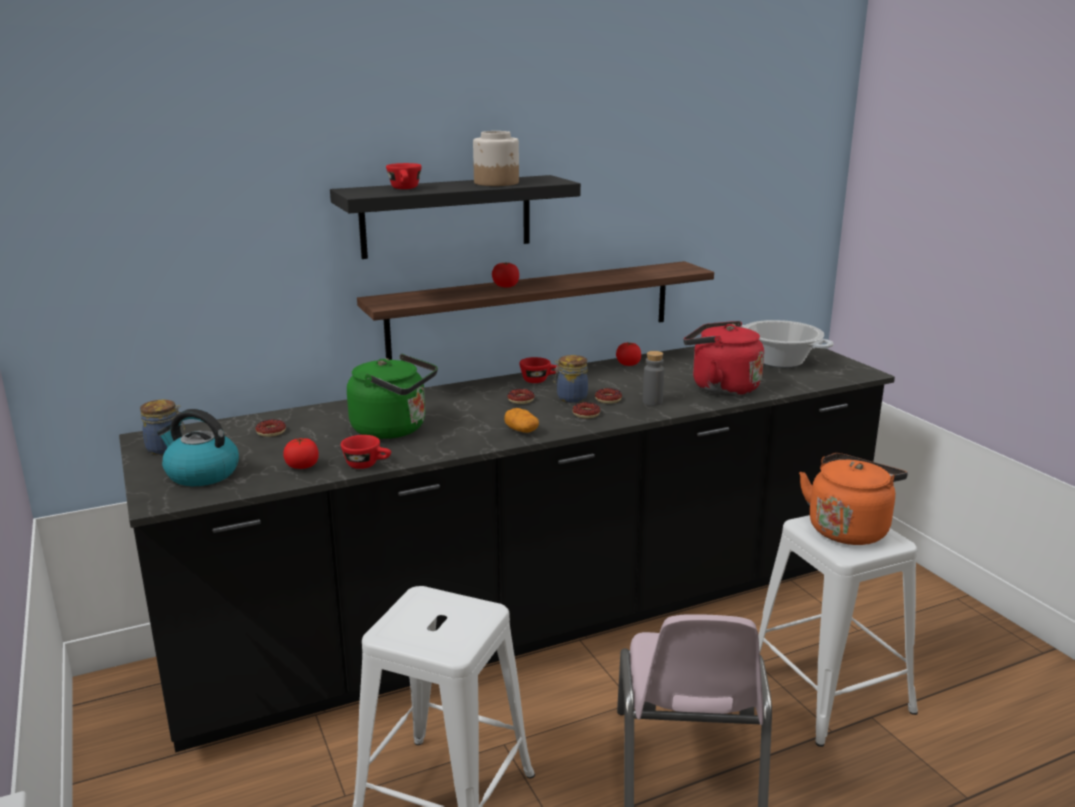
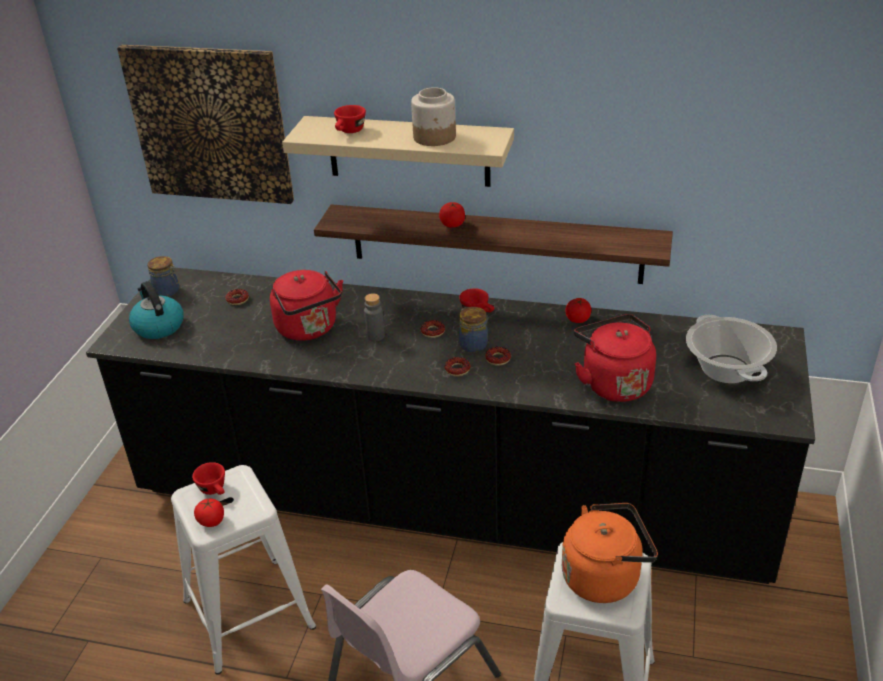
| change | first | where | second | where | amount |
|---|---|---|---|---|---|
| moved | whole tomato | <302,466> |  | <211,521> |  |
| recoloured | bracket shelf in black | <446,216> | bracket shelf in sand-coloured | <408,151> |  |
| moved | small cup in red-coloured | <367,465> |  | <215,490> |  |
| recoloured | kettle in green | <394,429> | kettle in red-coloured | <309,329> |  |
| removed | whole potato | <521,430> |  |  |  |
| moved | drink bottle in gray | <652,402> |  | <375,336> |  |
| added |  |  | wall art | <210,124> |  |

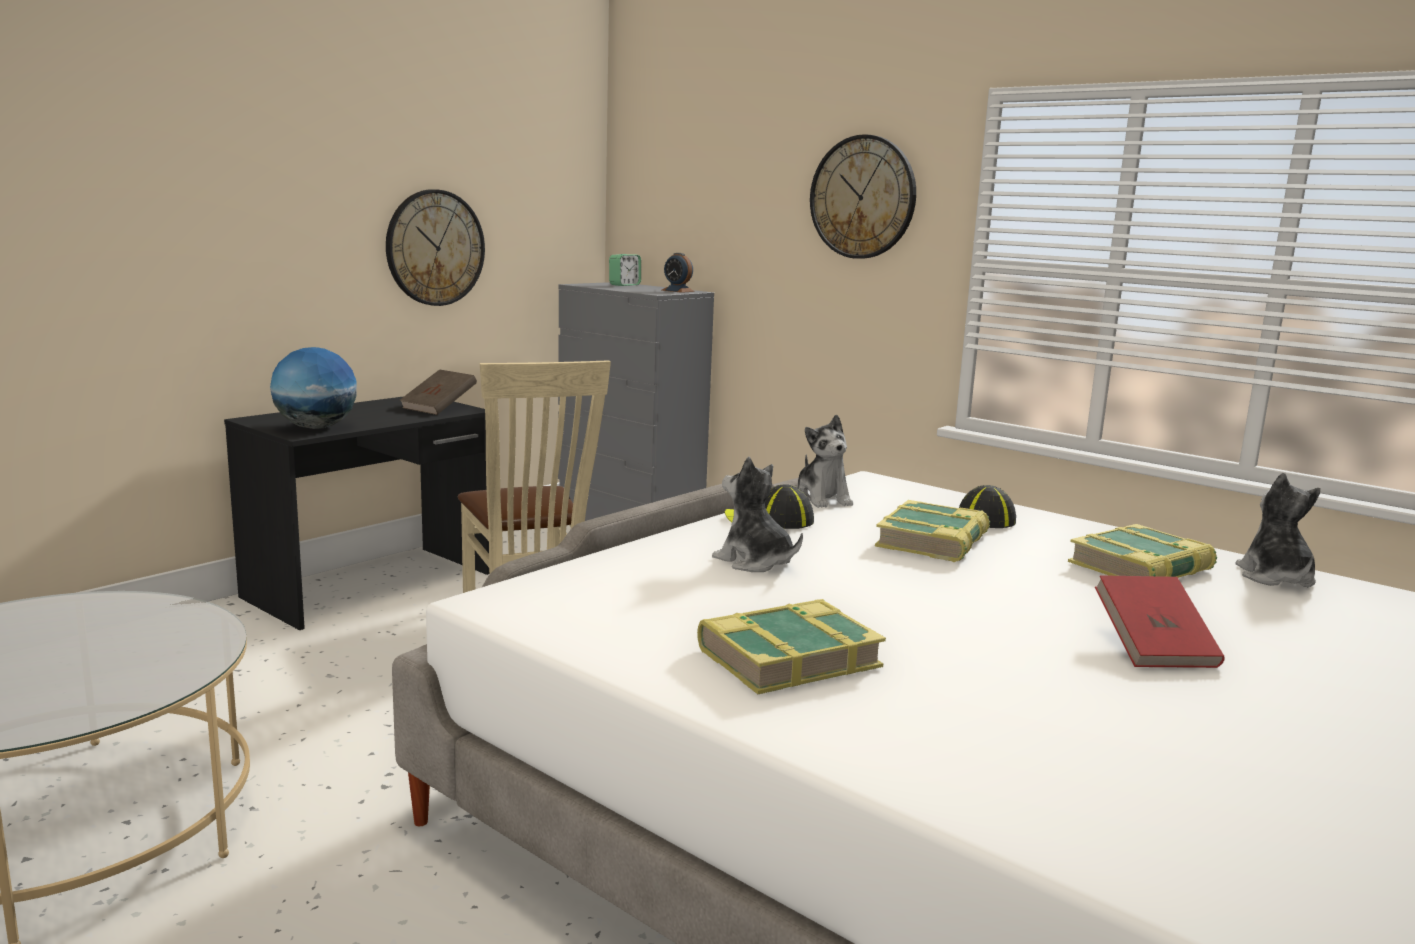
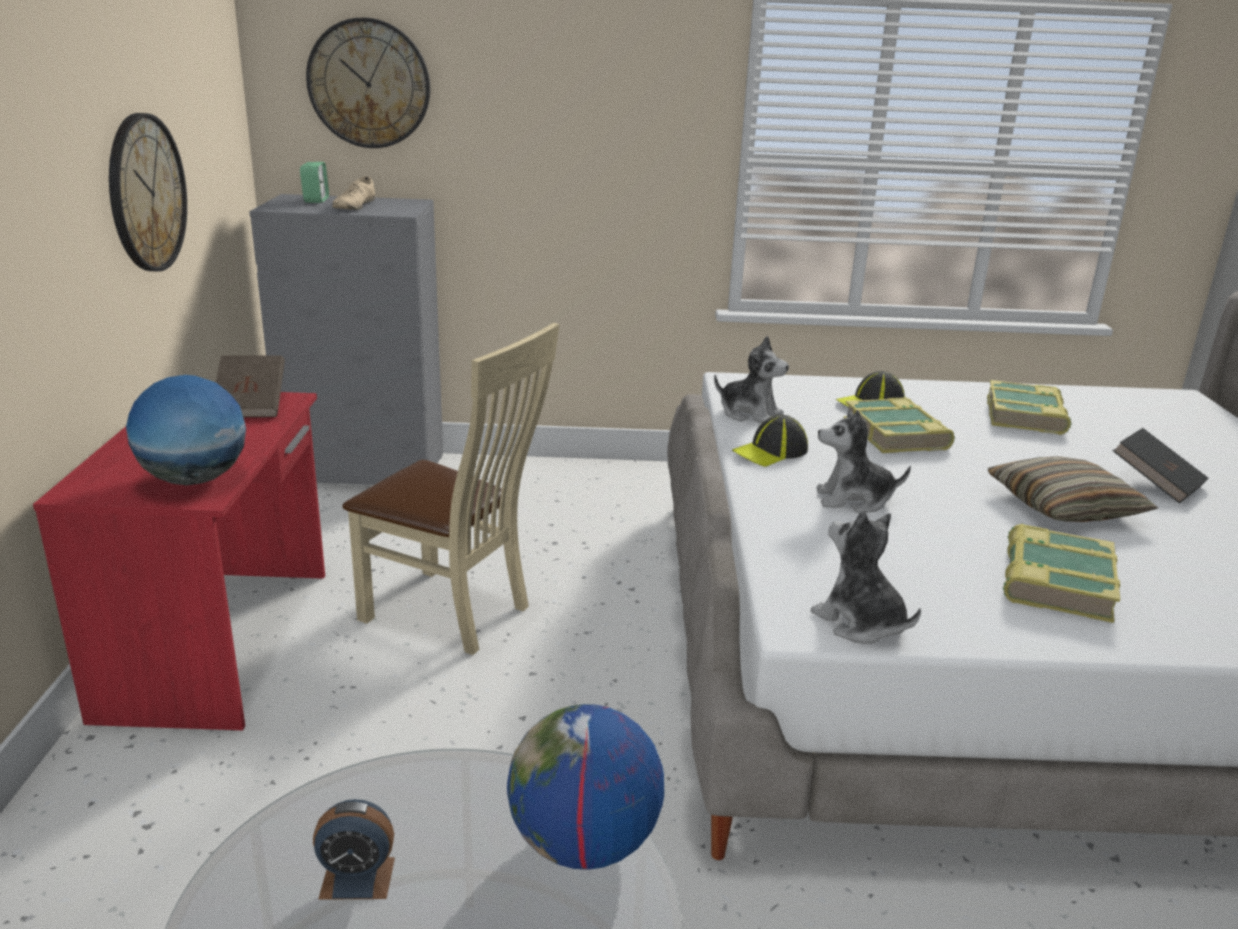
| change | first | where | second | where | amount |
|---|---|---|---|---|---|
| recoloured | desk unit in black | <372,585> | desk unit in red-coloured | <223,640> |  |
| moved | bedside clock | <678,291> |  | <357,878> |  |
| moved | wall clock | <863,197> |  | <369,84> |  |
| recoloured | volume in red-coloured | <1153,648> | volume in black | <1155,483> |  |
| moved | soft toy | <1275,578> |  | <860,623> |  |
| added |  |  | shoe in sand-coloured | <354,206> |  |
| added |  |  | world globe | <583,845> |  |
| added |  |  | cushion | <1064,506> |  |

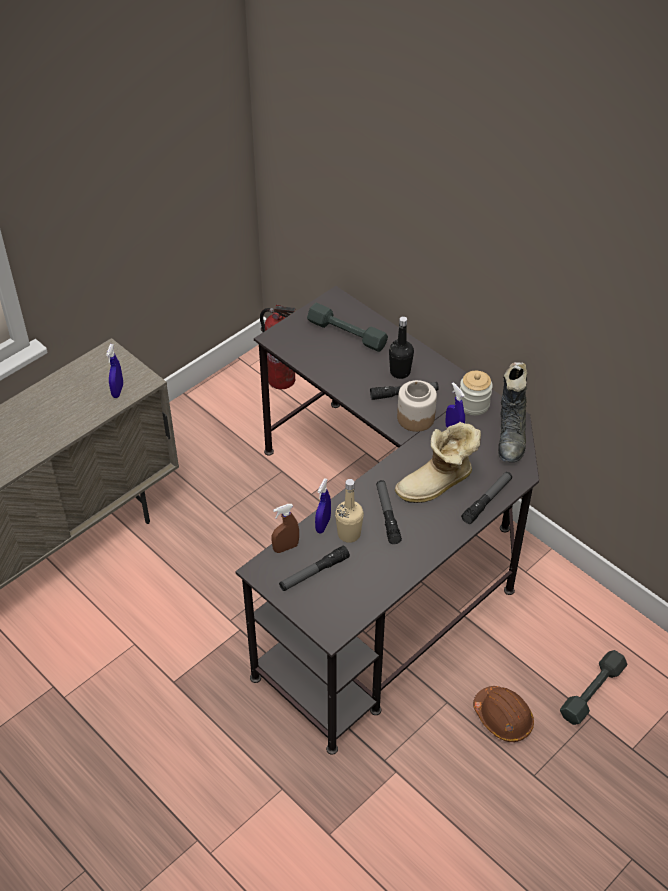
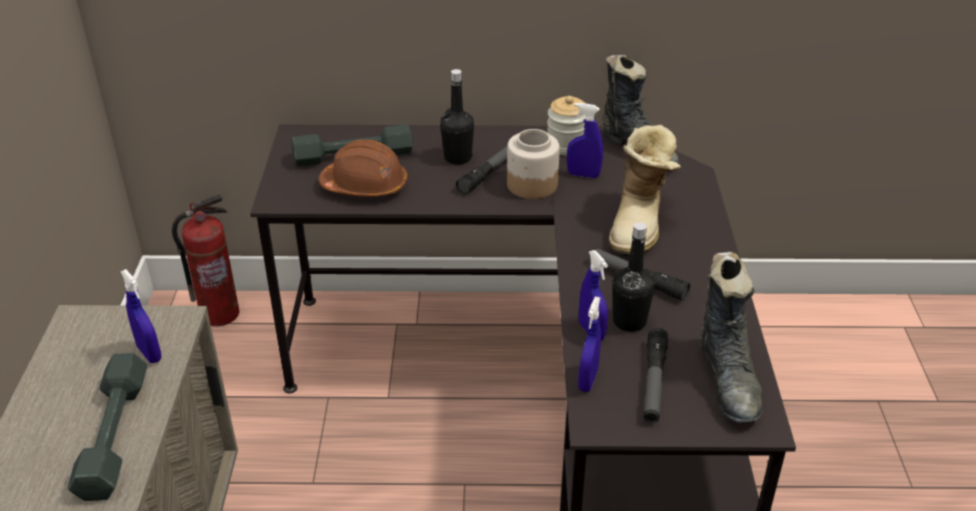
| change | first | where | second | where | amount |
|---|---|---|---|---|---|
| recoloured | hand sprayer in brownish | <285,547> | hand sprayer in bluish | <588,380> |  |
| recoloured | drink bottle in sand-coloured | <349,534> | drink bottle in black | <629,321> |  |
| removed | torch | <487,500> |  |  |  |
| moved | work helmet in brownish | <503,718> |  | <365,186> |  |
| moved | dumbbell in gray | <592,691> |  | <113,435> |  |
| added |  |  | tall boot in black | <728,380> |  |

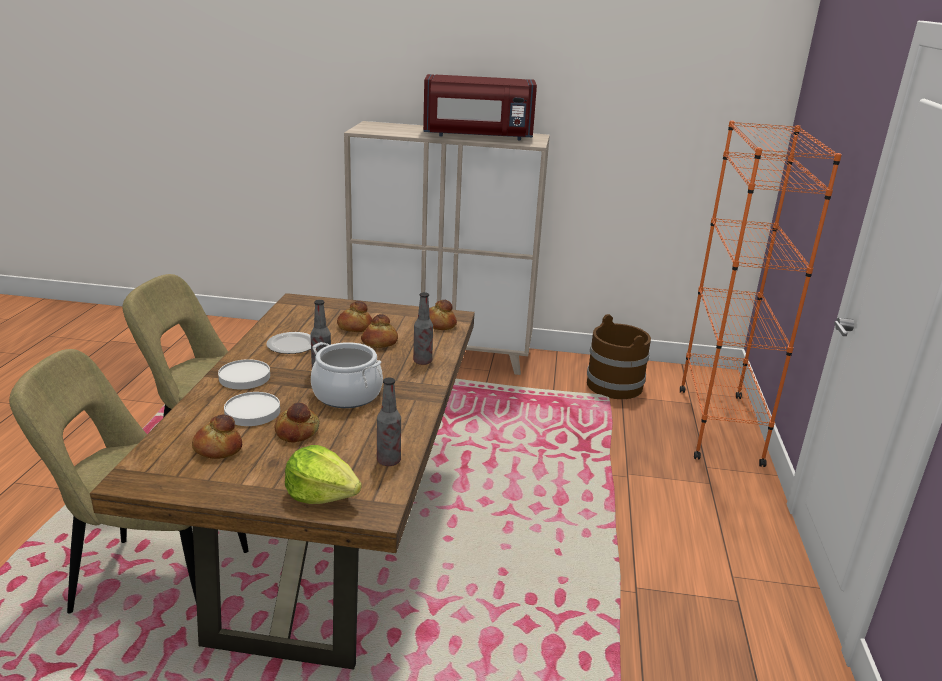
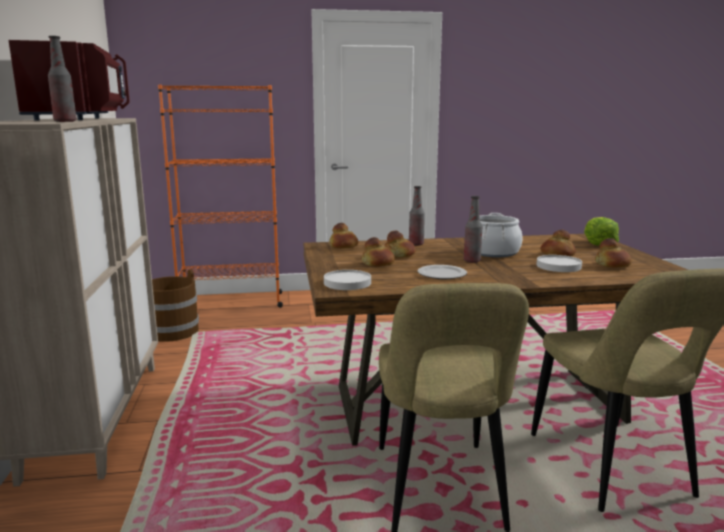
| change | first | where | second | where | amount |
|---|---|---|---|---|---|
| moved | plate in whitish | <244,377> |  | <347,283> |  |
| moved | drink bottle | <388,461> |  | <65,121> |  |

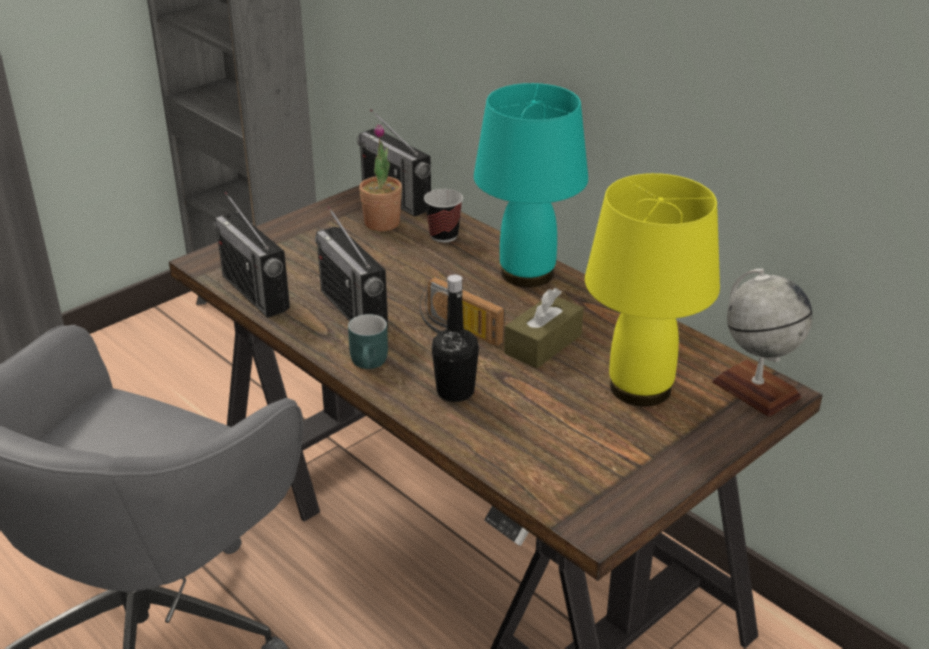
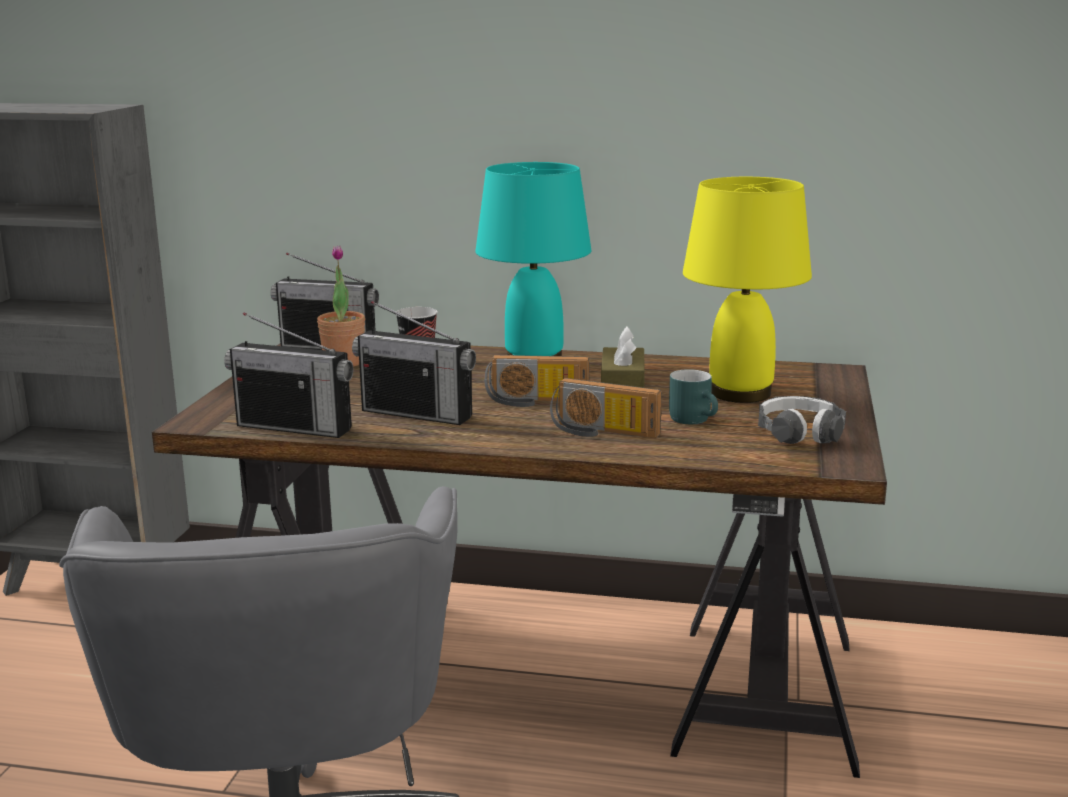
| change | first | where | second | where | amount |
|---|---|---|---|---|---|
| moved | tea mug in turquoise-coloured | <371,363> |  | <696,420> |  |
| replaced | drink bottle in black | <455,391> | radio receiver | <601,432> |  |
| removed | world globe | <755,389> |  |  |  |
| added |  |  | pair of headphones | <800,432> |  |

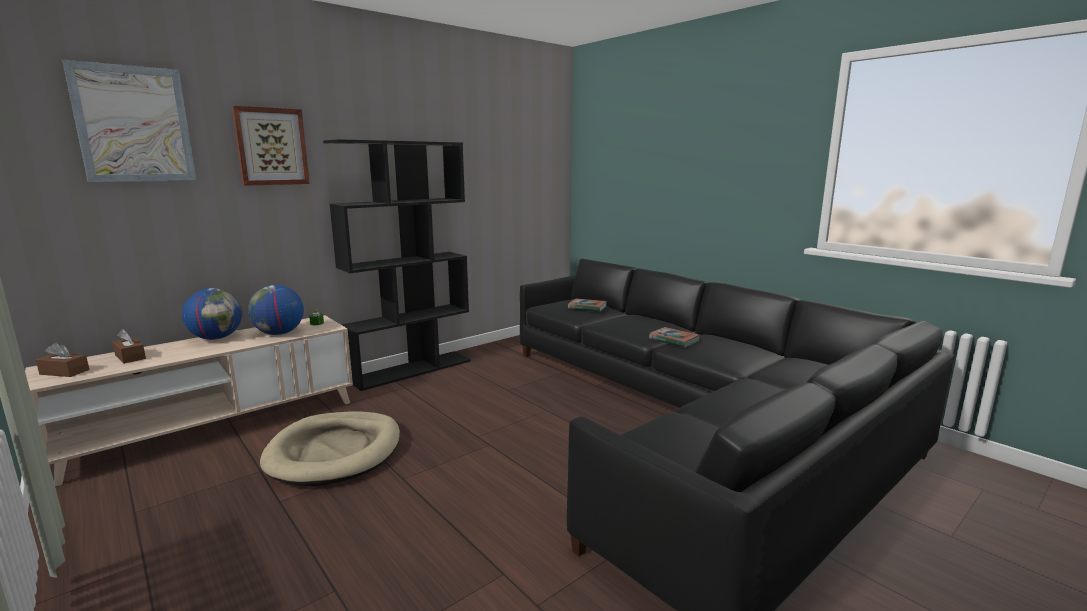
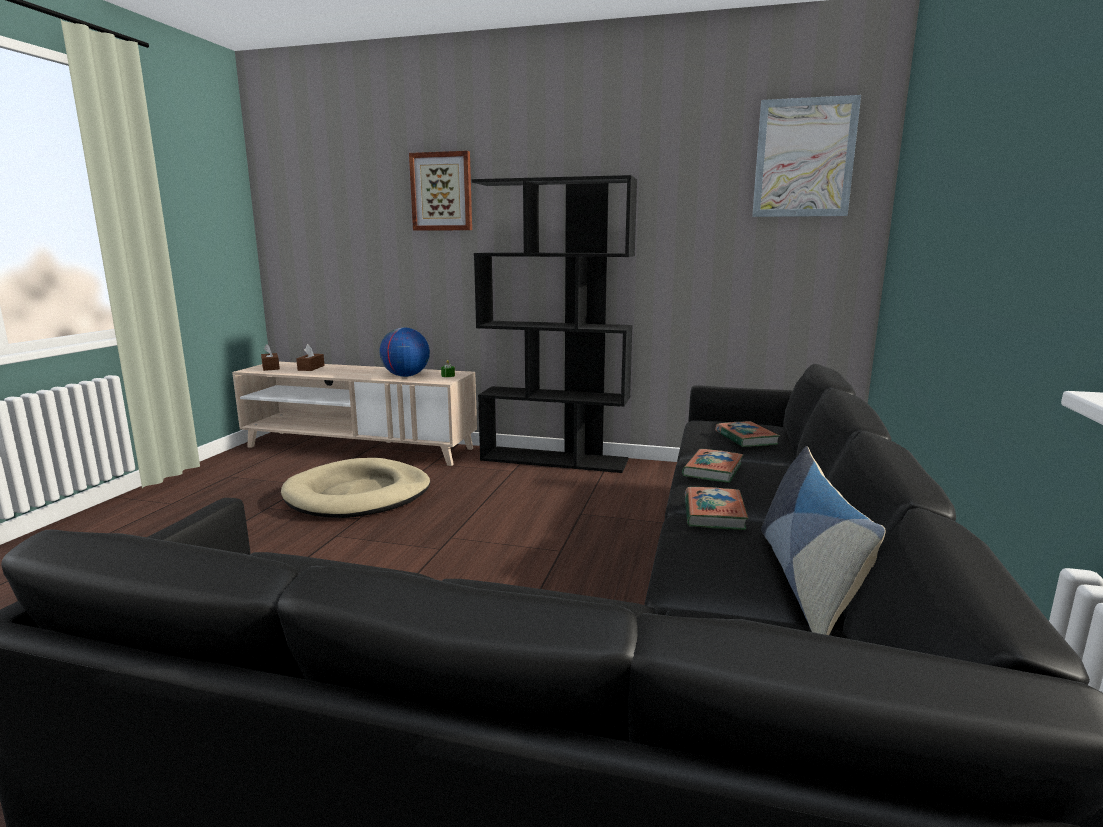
| change | first | where | second | where | amount |
|---|---|---|---|---|---|
| moved | wall art | <134,124> |  | <804,158> |  |
| removed | world globe | <216,338> |  |  |  |
| added |  |  | volume | <713,470> |  |
| added |  |  | cushion | <806,580> |  |

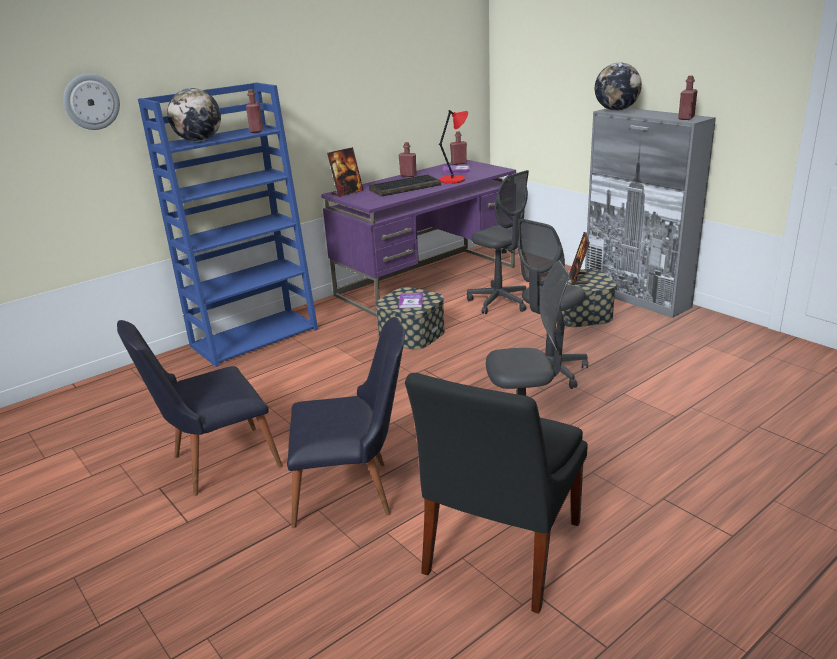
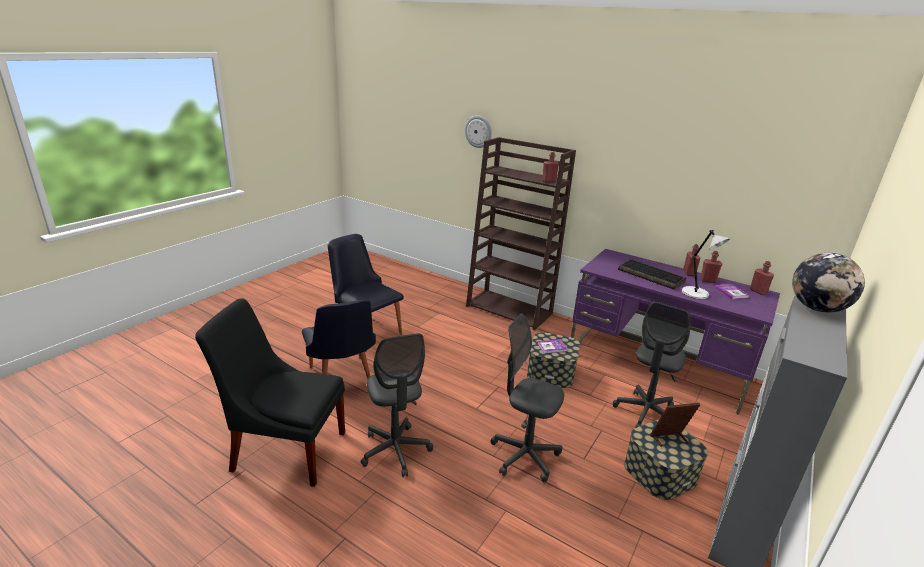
| change | first | where | second | where | amount |
|---|---|---|---|---|---|
| recoloured | bookshelf in bluish | <255,337> | bookshelf in brownish | <510,309> |  |
| removed | world globe | <199,141> |  |  |  |
| removed | picture frame | <347,193> |  |  |  |
| recoloured | table lamp in red-coloured | <453,180> | table lamp in gray | <696,294> |  |
| moved | drink bottle in red-coloured | <686,118> |  | <707,280> |  |

